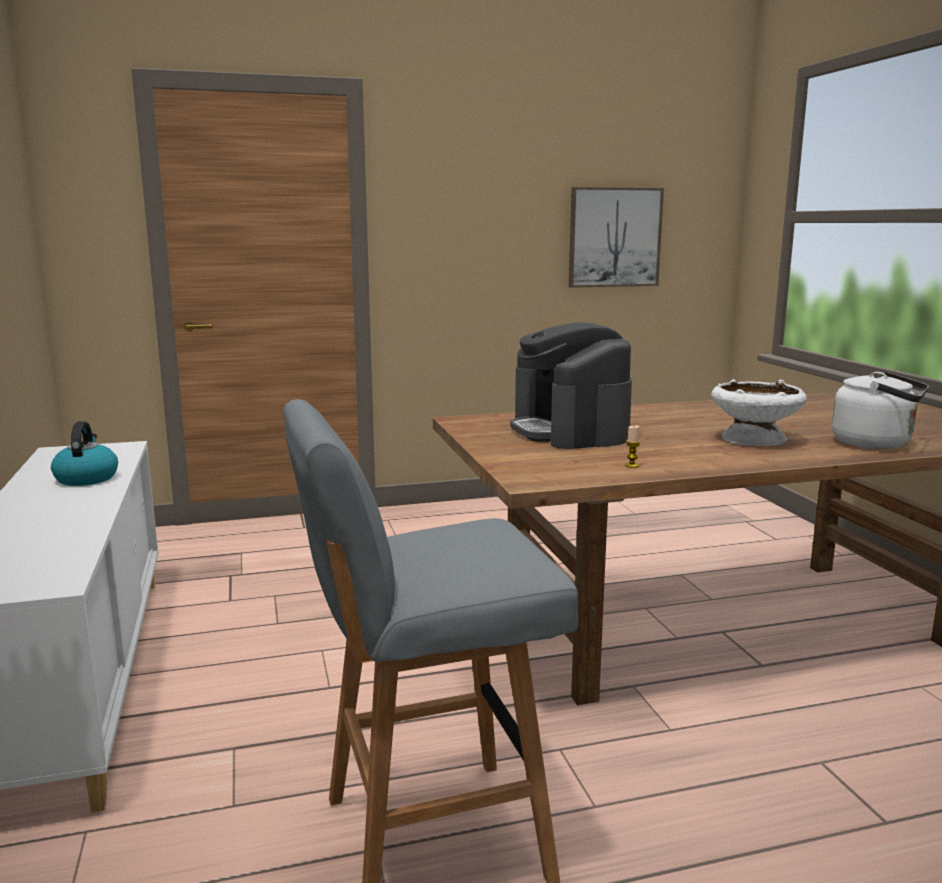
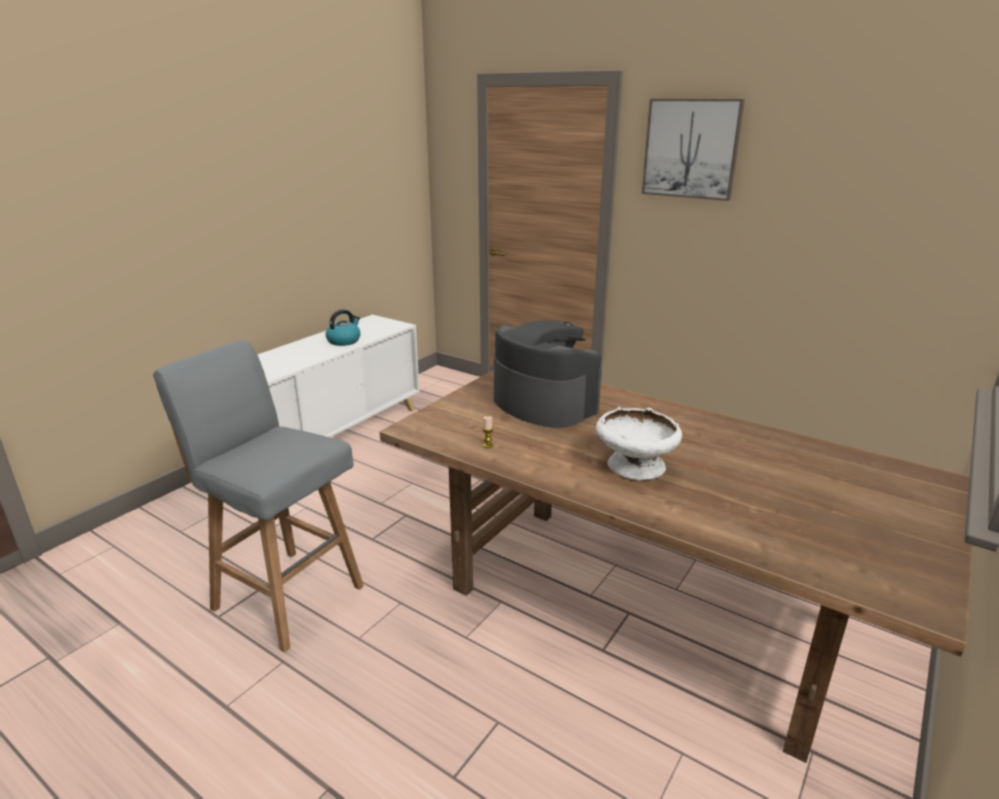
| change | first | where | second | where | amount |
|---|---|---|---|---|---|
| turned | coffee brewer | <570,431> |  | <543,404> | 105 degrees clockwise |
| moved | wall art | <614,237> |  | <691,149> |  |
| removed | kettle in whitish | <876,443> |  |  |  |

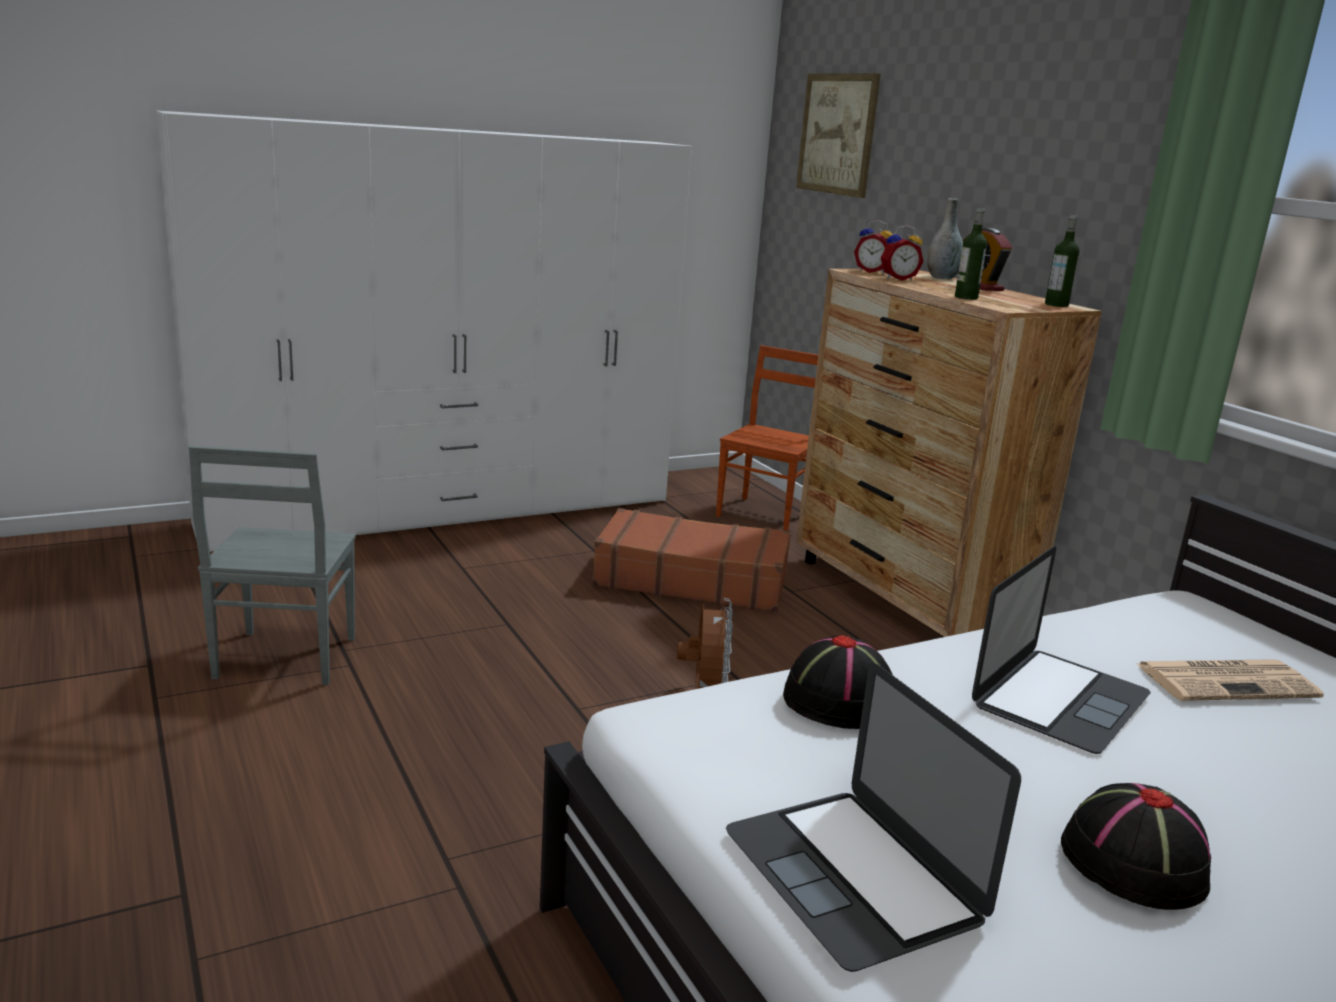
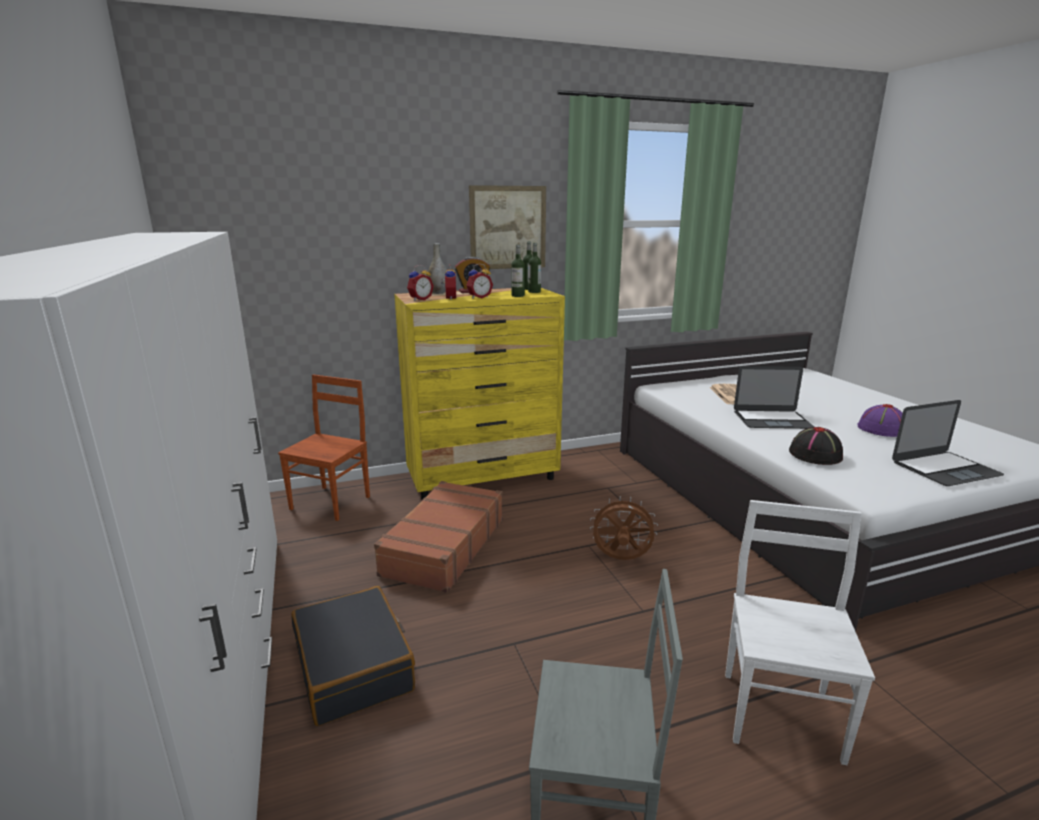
| change | first | where | second | where | amount |
|---|---|---|---|---|---|
| turned | chair in brownish | <766,515> |  | <332,502> | 75 degrees clockwise |
| moved | wall art | <837,134> |  | <508,227> |  |
| recoloured | chest of drawers in brownish | <906,597> | chest of drawers in yellowish | <483,477> |  |
| turned | portable computer | <1060,699> |  | <772,419> | 135 degrees clockwise |
| recoloured | hat in black | <1132,862> | hat in purple-coloured | <881,429> |  |
| added |  |  | piece of luggage in black | <354,666> |  |
| added |  |  | bedside clock | <479,297> |  |
| added |  |  | drink bottle | <534,292> |  |
| added |  |  | chair in whitish | <782,714> |  |

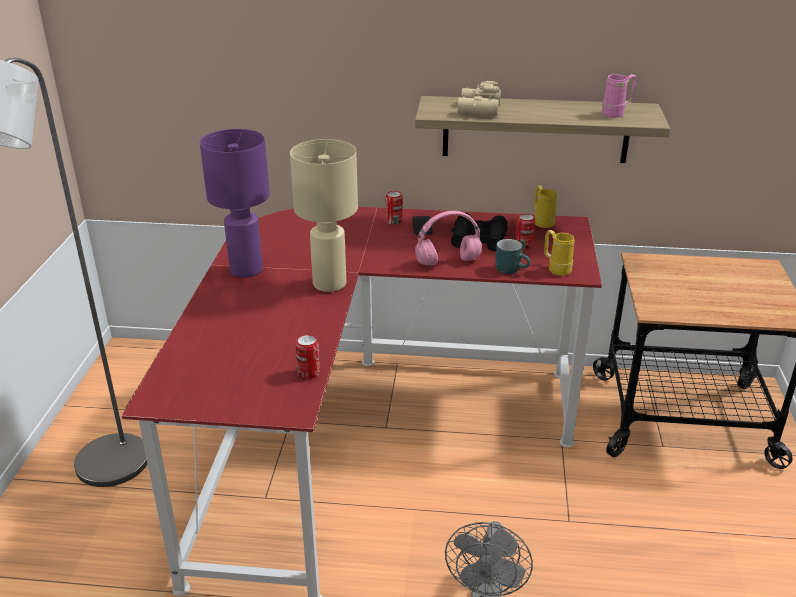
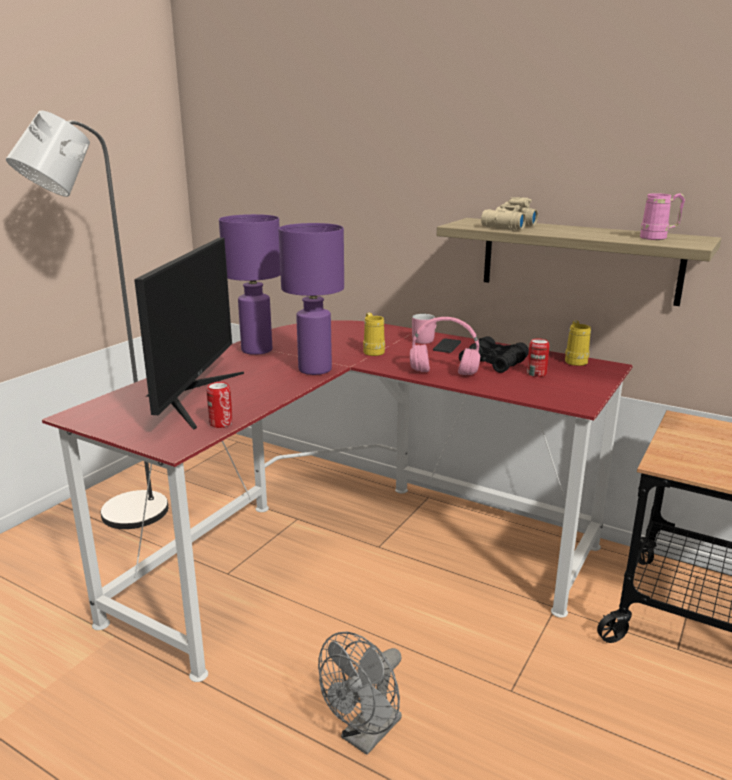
| change | first | where | second | where | amount |
|---|---|---|---|---|---|
| recoloured | table lamp in sand-coloured | <329,283> | table lamp in purple-coloured | <314,369> |  |
| replaced | can | <394,221> | tea mug in pink-coloured | <423,339> |  |
| removed | tea mug in turquoise-coloured | <512,269> |  |  |  |
| moved | tea mug in yellowish | <556,268> |  | <372,351> |  |
| added |  |  | monitor | <190,396> |  |

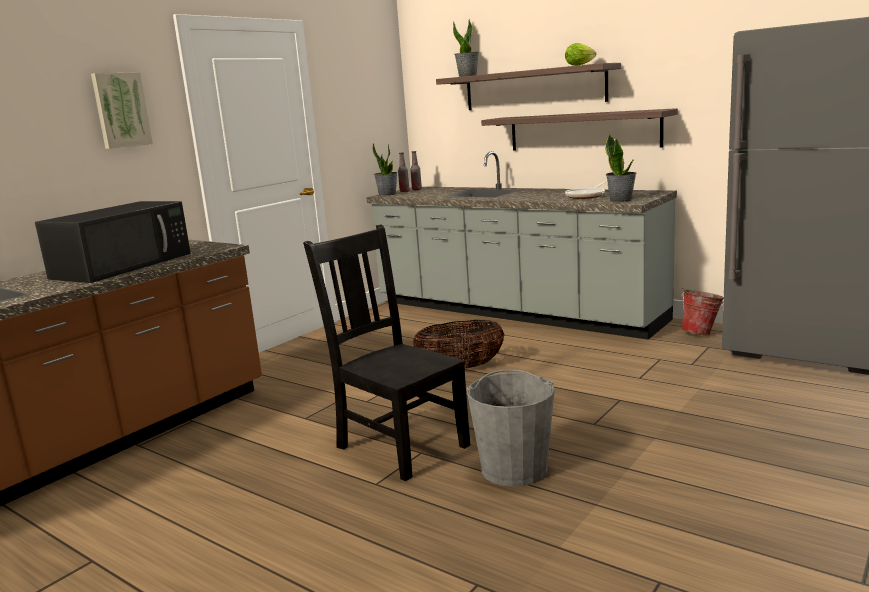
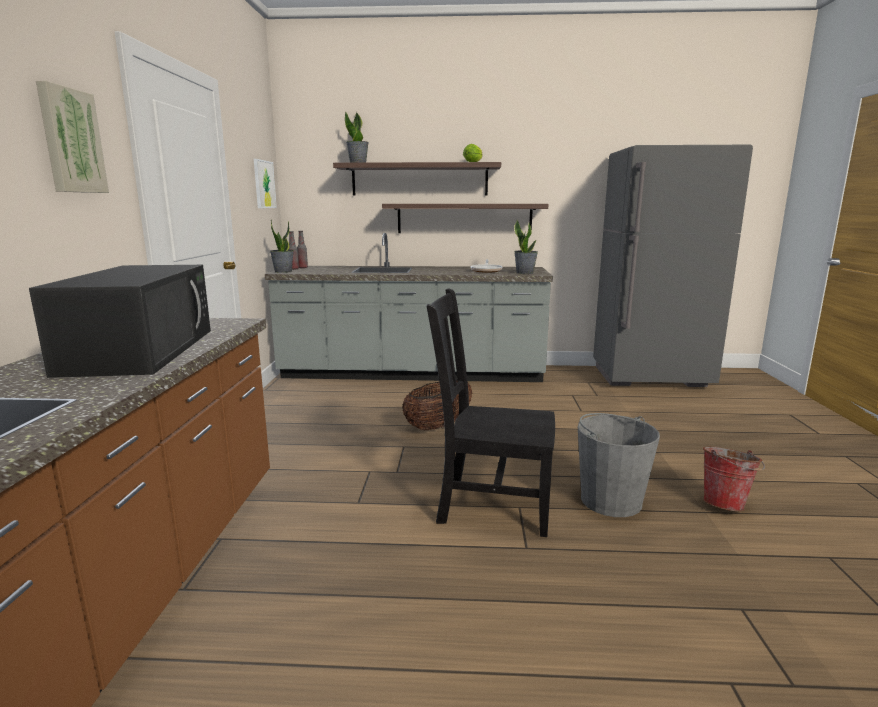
| change | first | where | second | where | amount |
|---|---|---|---|---|---|
| moved | pail | <702,333> |  | <725,504> |  |
| added |  |  | wall art | <264,184> |  |

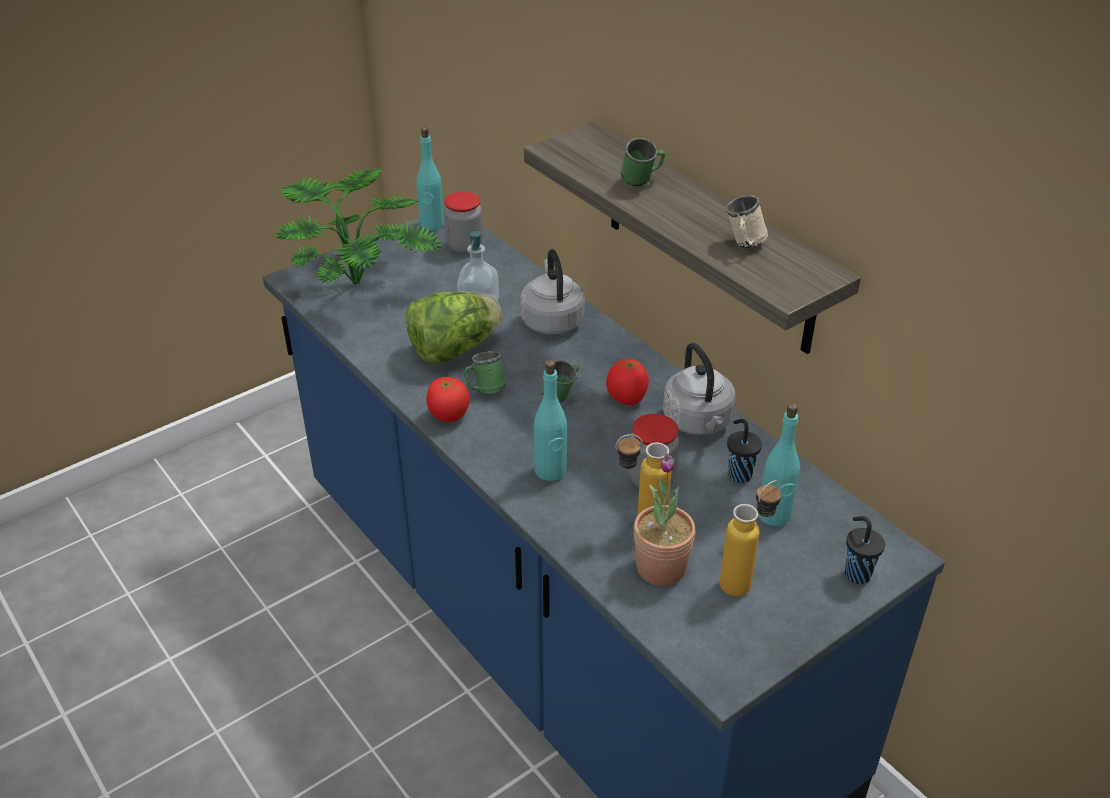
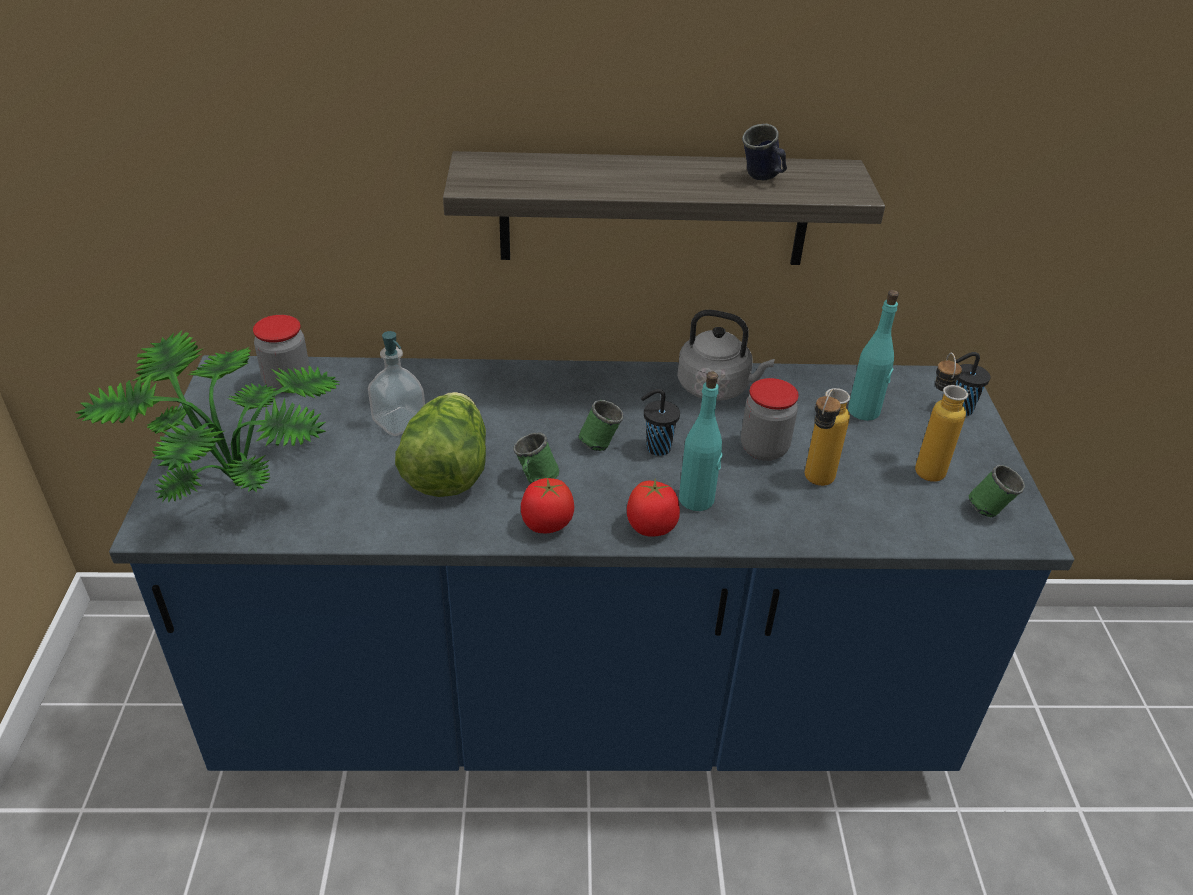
| change | first | where | second | where | amount |
|---|---|---|---|---|---|
| removed | drink bottle in turquoise-coloured | <431,224> |  |  |  |
| removed | kettle in gray | <551,320> |  |  |  |
| moved | whole tomato | <627,398> |  | <651,527> |  |
| moved | tea mug in green | <642,182> |  | <989,506> |  |
| removed | potted plant | <661,568> |  |  |  |
| recoloured | tea mug in sand-coloured | <743,246> | tea mug in bluish | <763,178> |  |
| moved | small cup in black | <739,474> |  | <656,448> |  |

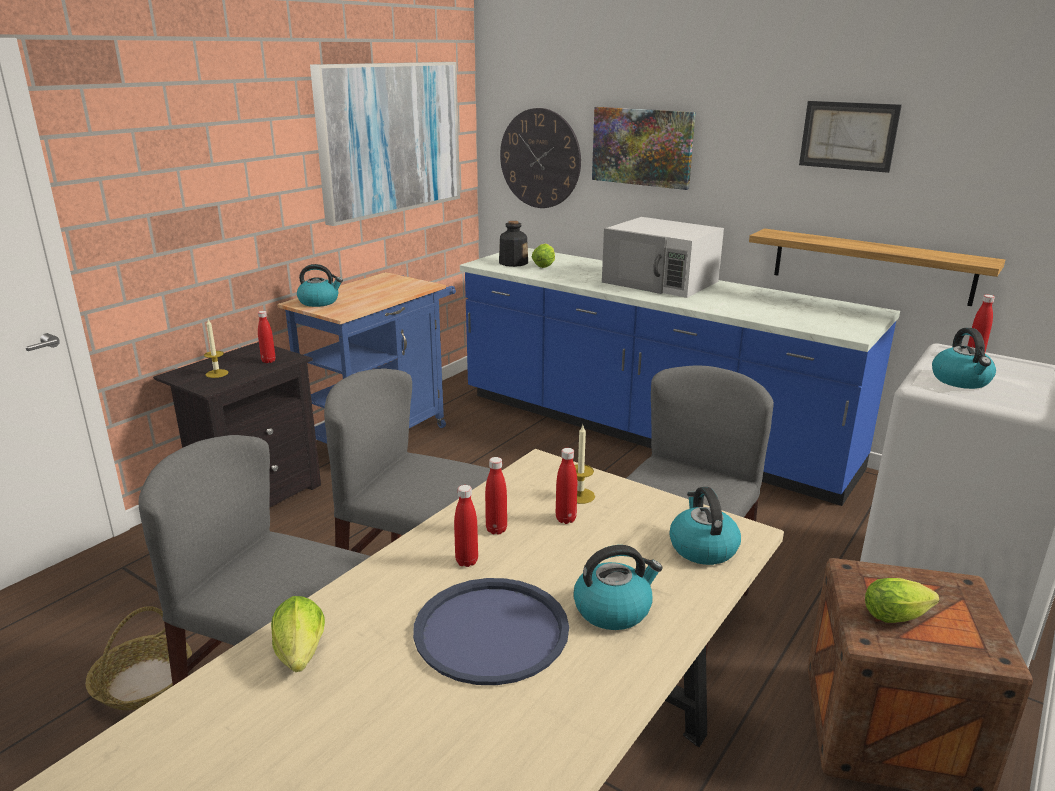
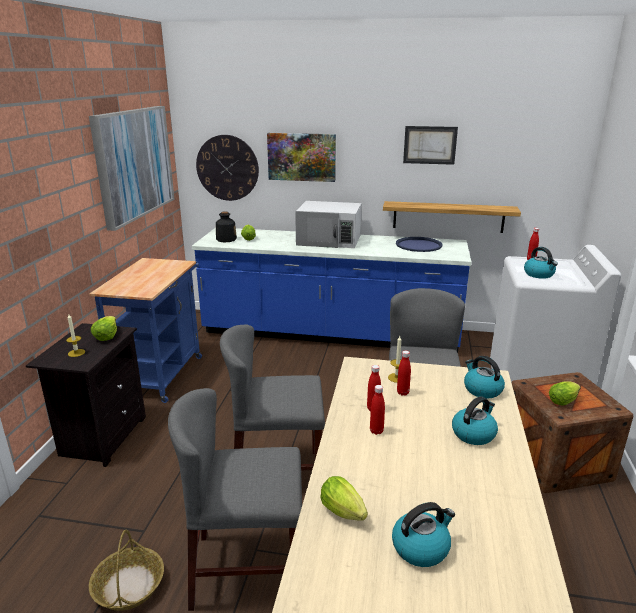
| change | first | where | second | where | amount |
|---|---|---|---|---|---|
| replaced | drink bottle in red-coloured | <268,361> | lettuce | <106,336> |  |
| moved | kettle | <319,302> |  | <421,547> |  |
| moved | tray in bluish | <491,631> |  | <418,245> |  |

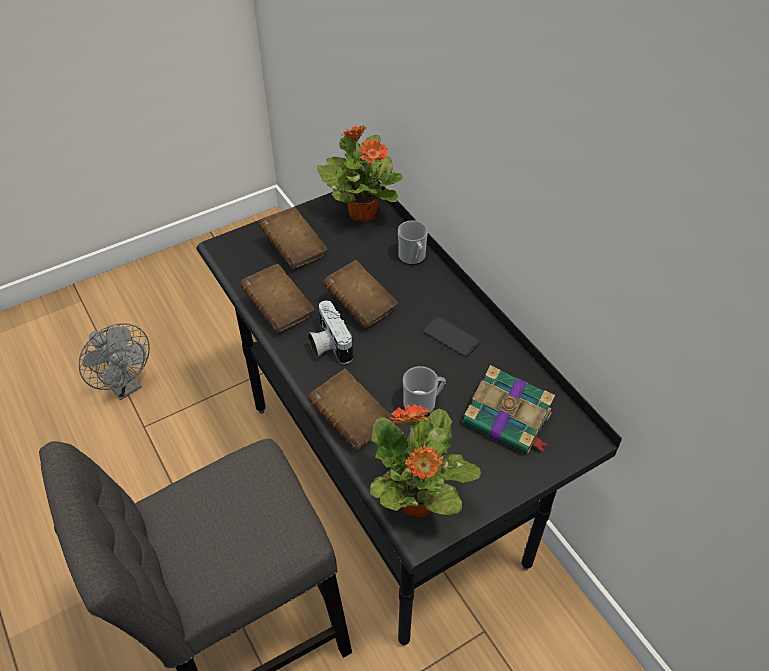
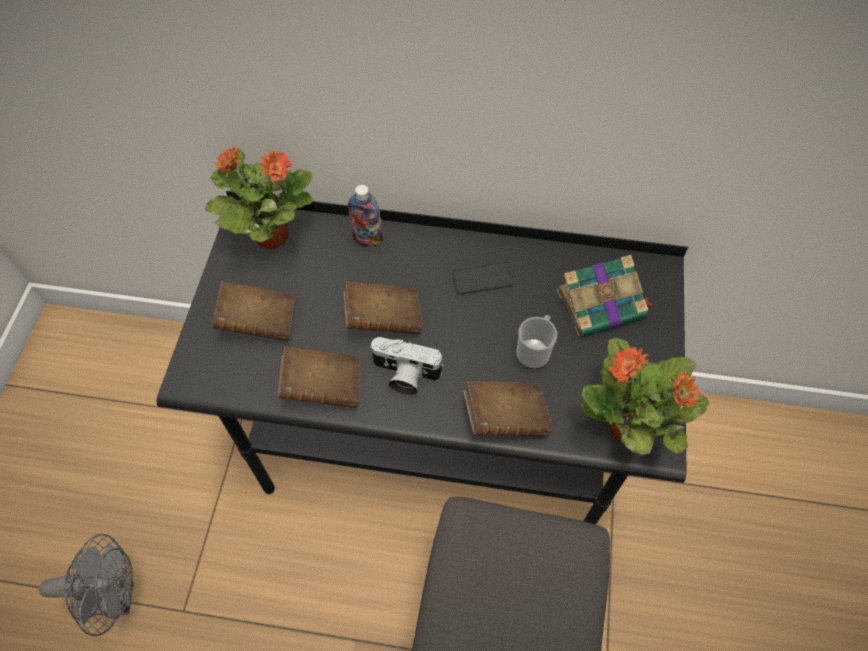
| change | first | where | second | where | amount |
|---|---|---|---|---|---|
| replaced | tea mug | <413,258> | drink bottle | <367,239> |  |

